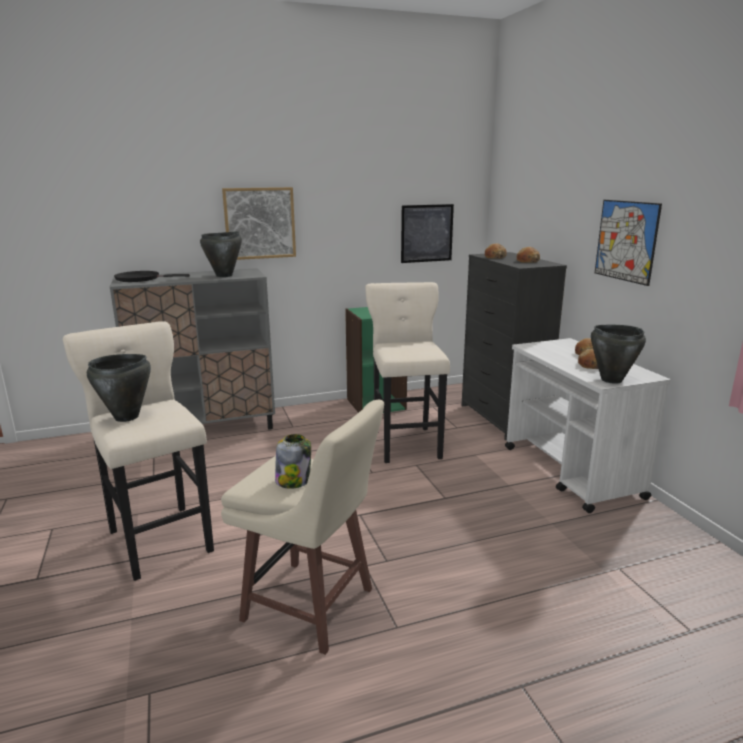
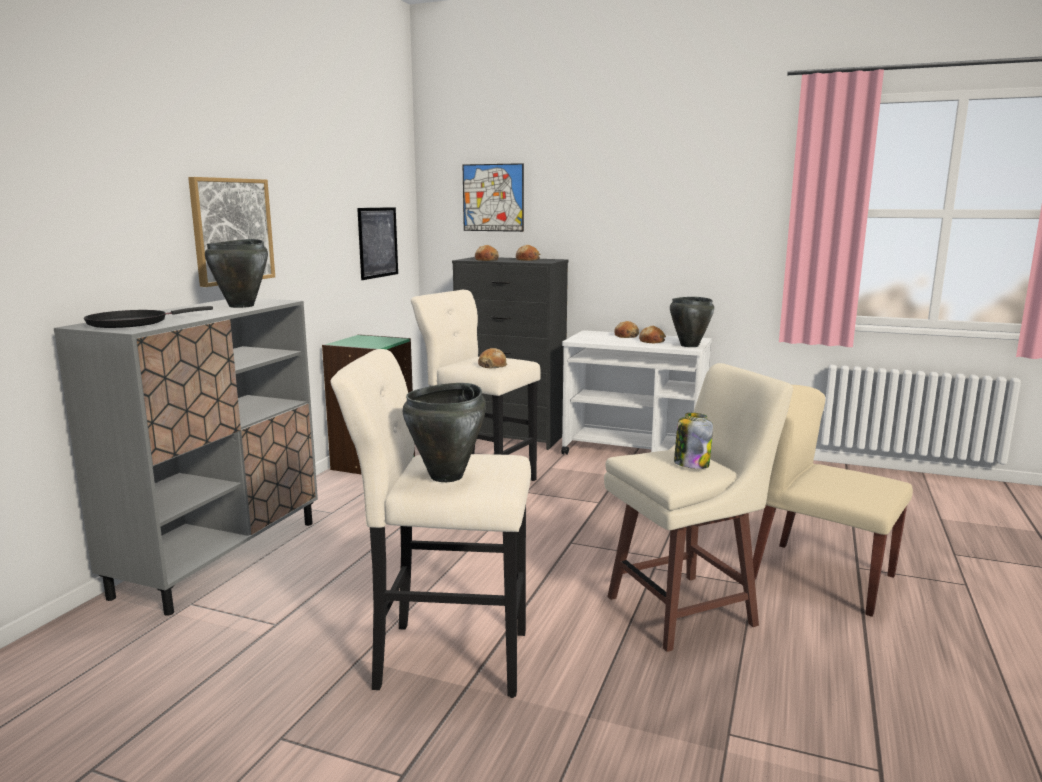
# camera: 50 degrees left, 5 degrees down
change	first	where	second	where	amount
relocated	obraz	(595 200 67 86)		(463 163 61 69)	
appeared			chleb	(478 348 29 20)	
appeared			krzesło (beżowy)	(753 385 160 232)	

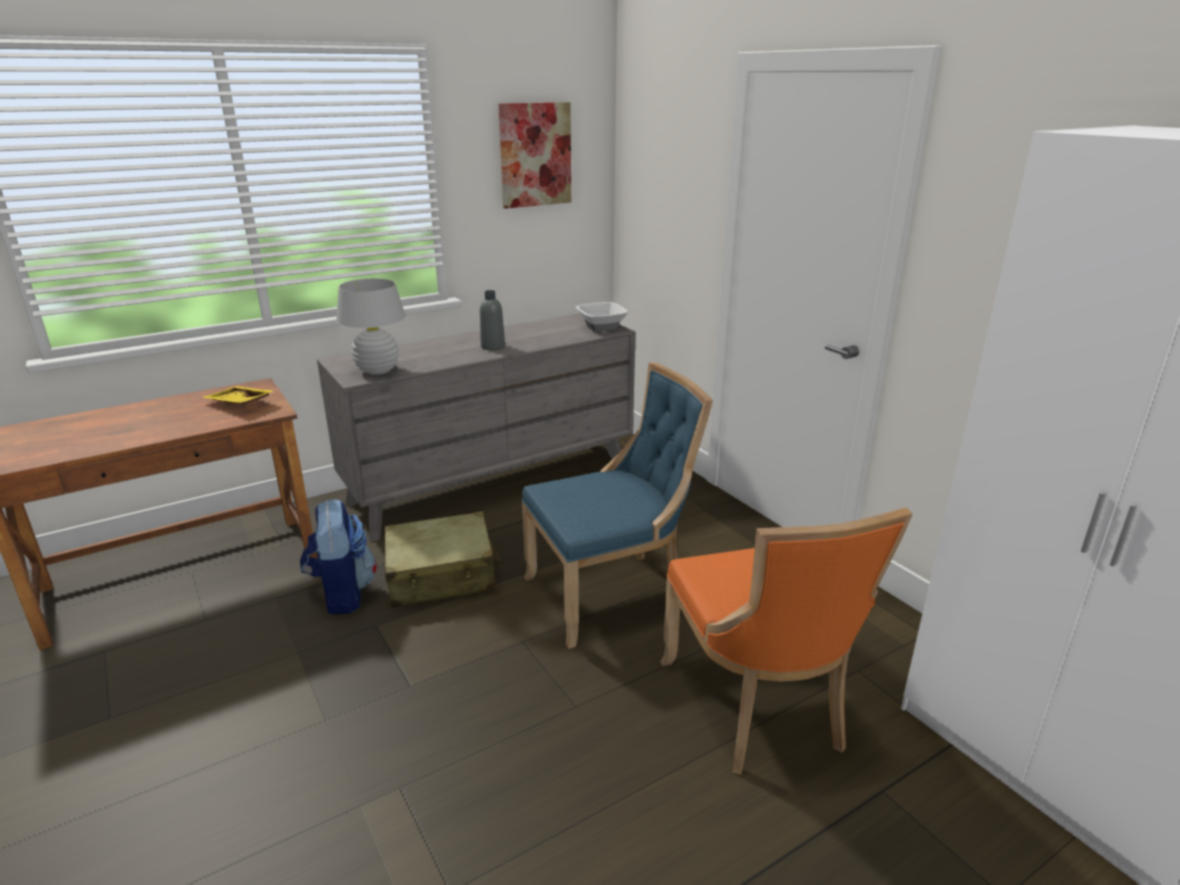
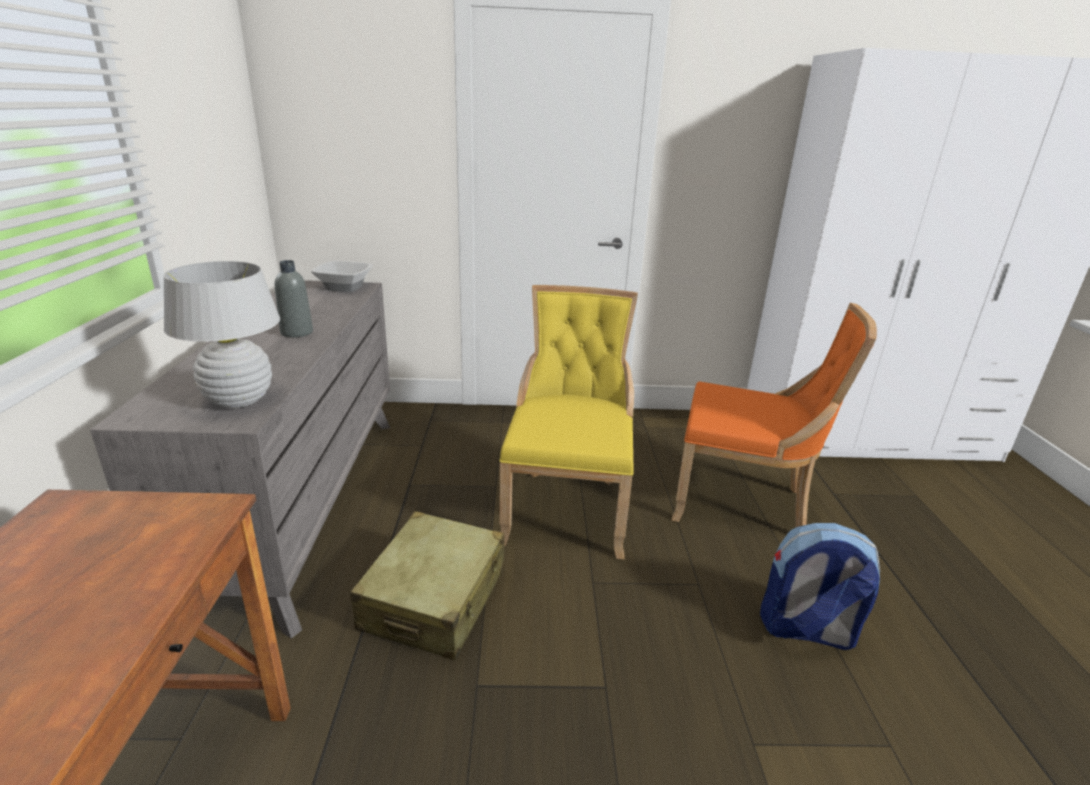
# camera: 60 degrees left, 0 degrees up
change	first	where	second	where	amount
colour	krzesło (niebieski)	(522 363 191 286)	krzesło (żółty)	(499 285 139 274)	
relocated	plecak	(300 500 77 115)		(760 523 120 127)	
missing	taca (żółty)	(203 386 71 18)			
missing	obraz	(498 102 73 107)			

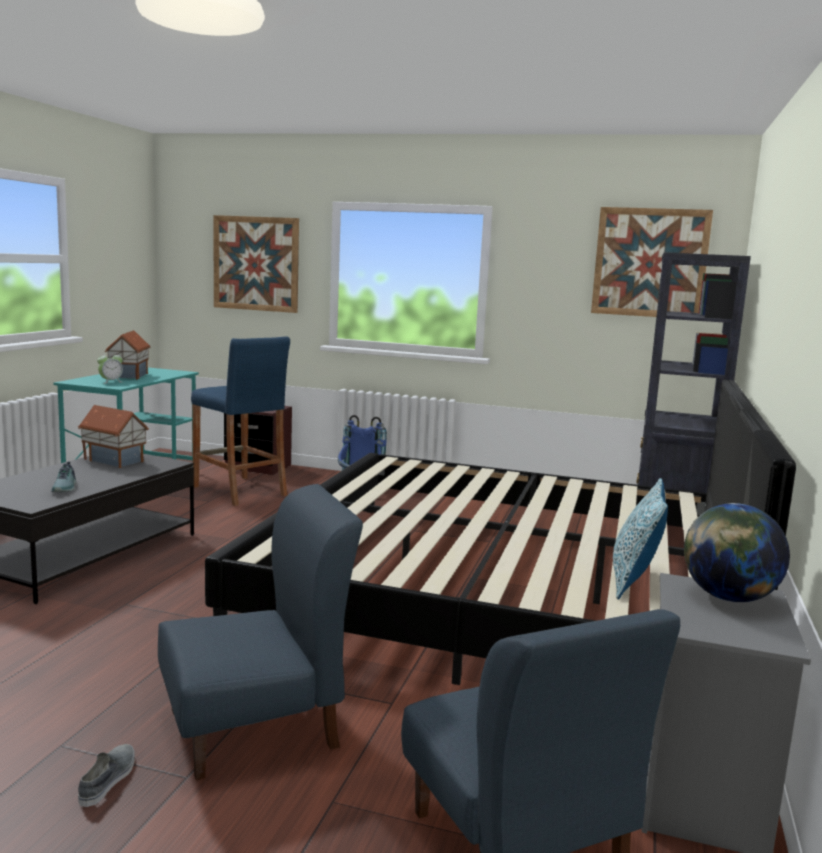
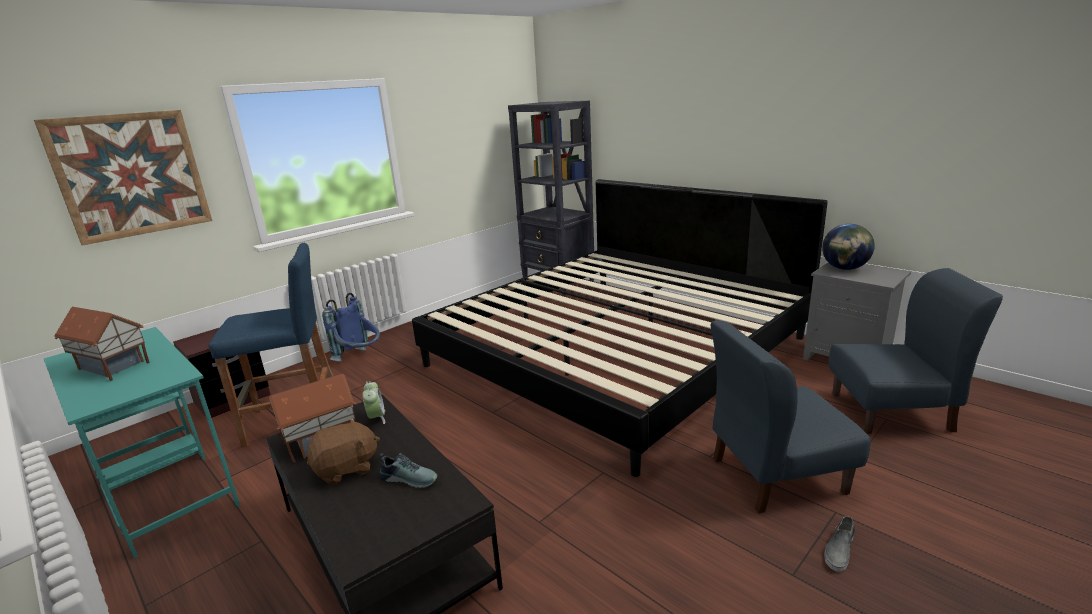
# camera: 60 degrees left, 10 degrees up
change	first	where	second	where	amount
appeared			pluszak (brązowy)	(307 417 73 68)	
relocated	budzik	(97 351 26 33)		(363 381 22 43)	
spun	krzesło (niebieski)	(158 484 205 296)		(711 321 160 193)	105 degrees counterclockwise
spun	but (szary)	(78 744 57 63)		(825 516 30 55)	90 degrees counterclockwise
missing	obraz	(591 207 122 110)			
missing	poduszka	(613 478 55 122)			

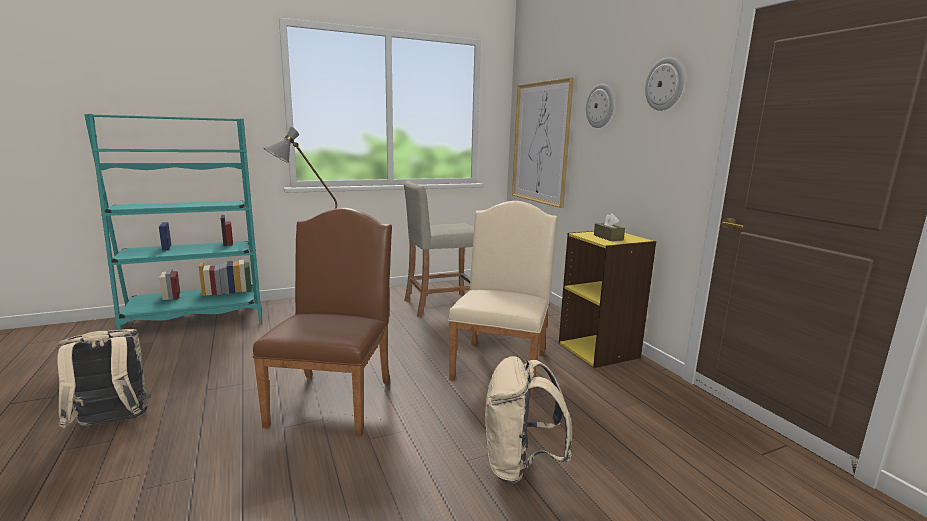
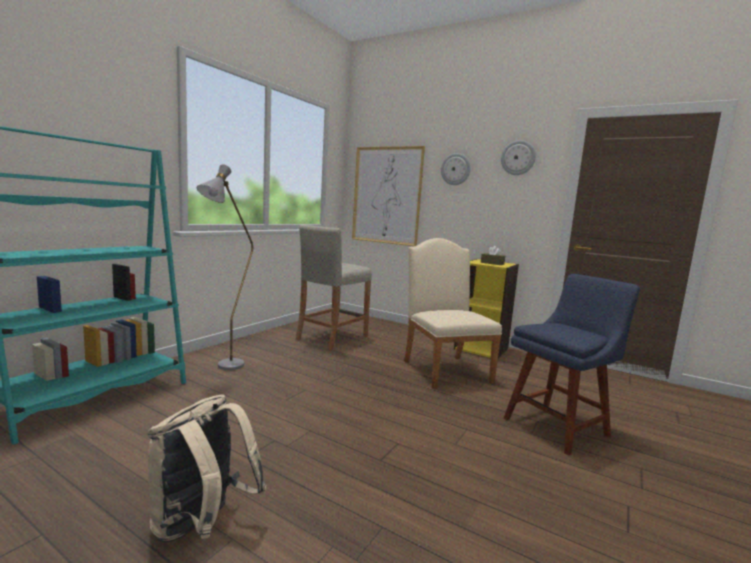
# camera: 35 degrees left, 5 degrees down
change	first	where	second	where	amount
exchanged	plecak (beżowy)	(485 356 87 128)	krzesło (niebieski)	(504 274 136 182)	
missing	krzesło (brązowy)	(253 208 139 229)			

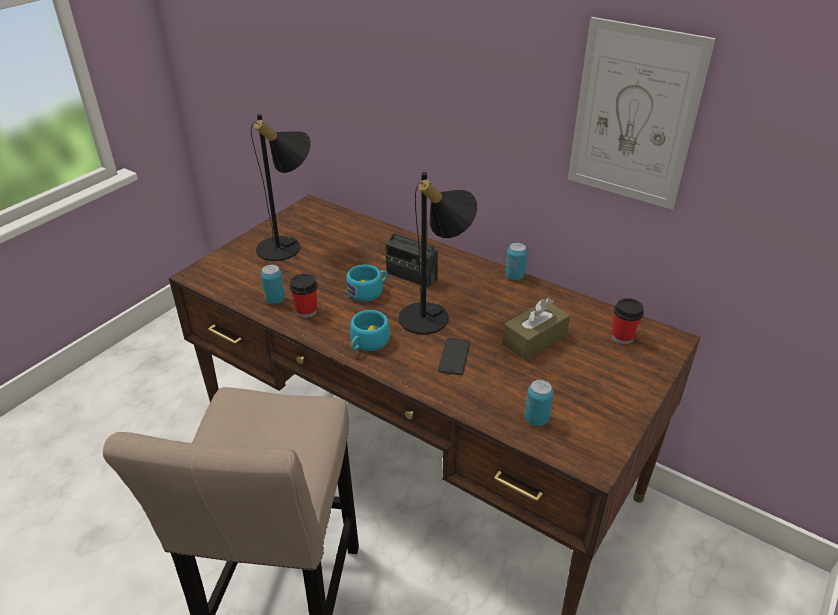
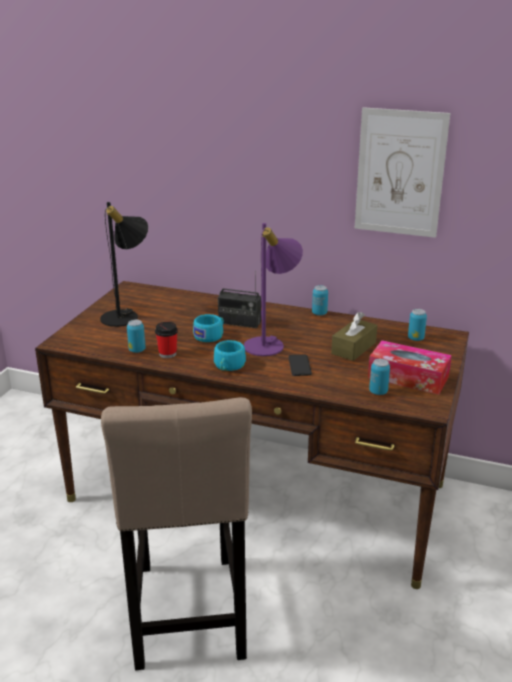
# camera: 15 degrees left, 10 degrees down
change	first	where	second	where	amount
colour	lampa stołowa (czarny)	(398 172 79 162)	lampa stołowa (fioletowy)	(244 223 59 133)	
appeared			pudełko chusteczek	(368 340 84 55)	
exchanged	filiżanka	(612 298 32 46)	puszka	(408 309 19 32)	

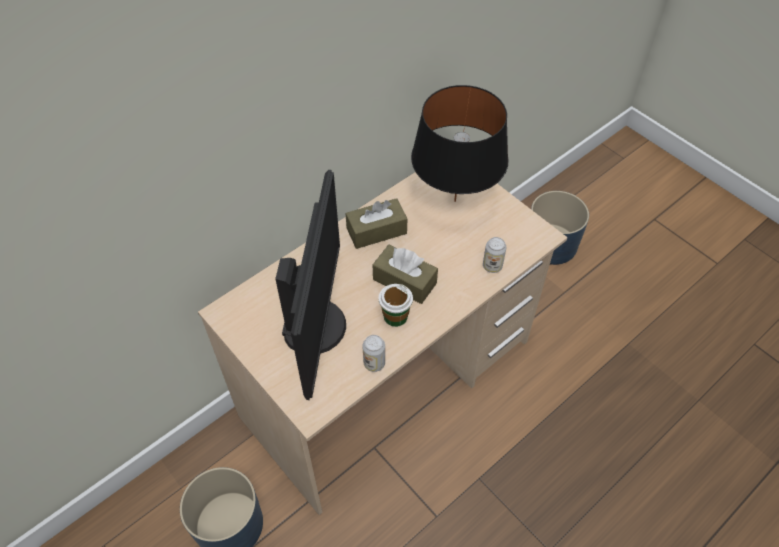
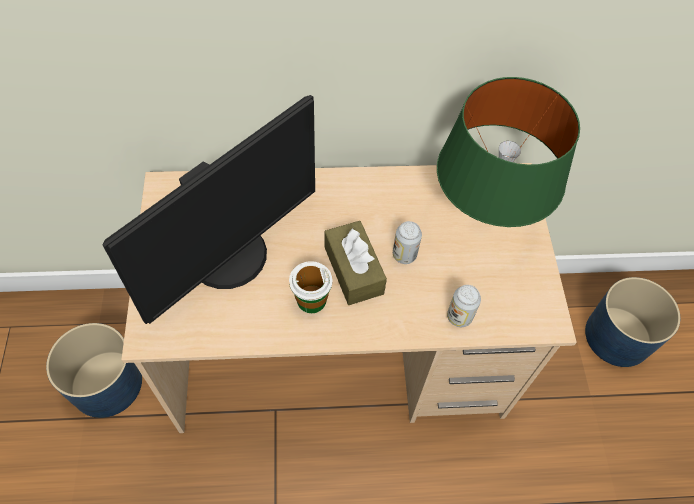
# camera: 35 degrees right, 5 degrees up
change	first	where	second	where	amount
relocated	puszka	(362 335 23 37)		(393 221 29 43)	
colour	lampa stołowa (czarny)	(411 85 98 117)	lampa stołowa (zielony)	(437 77 143 150)	
missing	pudełko chusteczek (brązowy)	(346 198 62 51)			

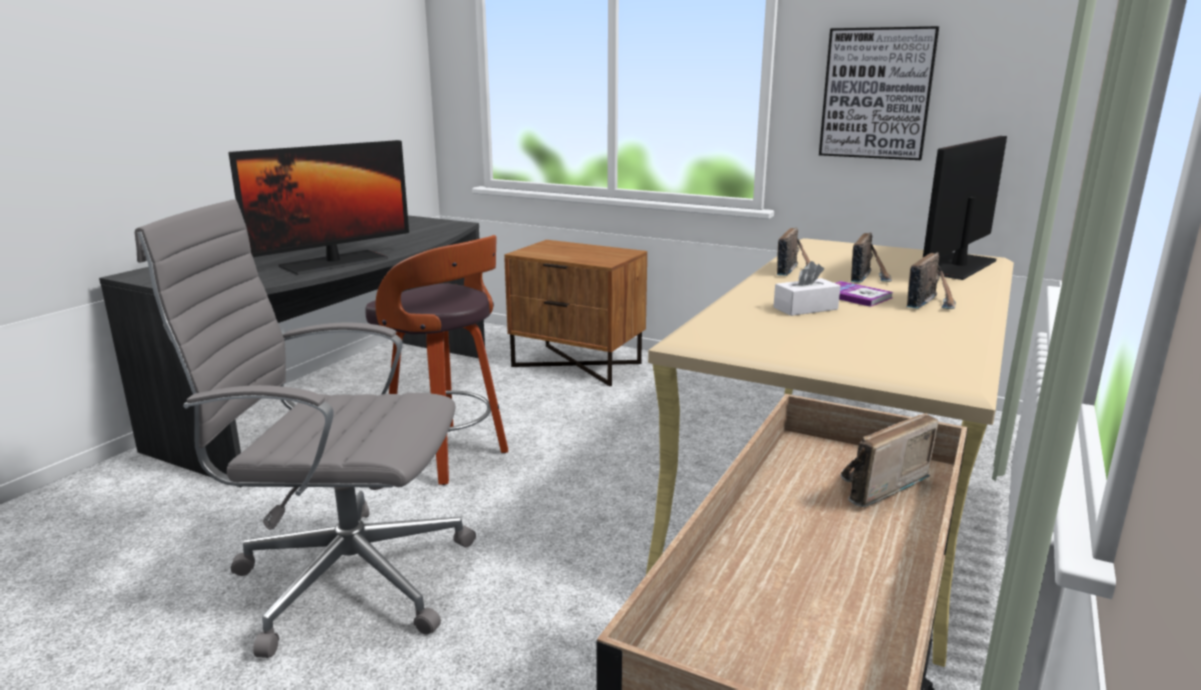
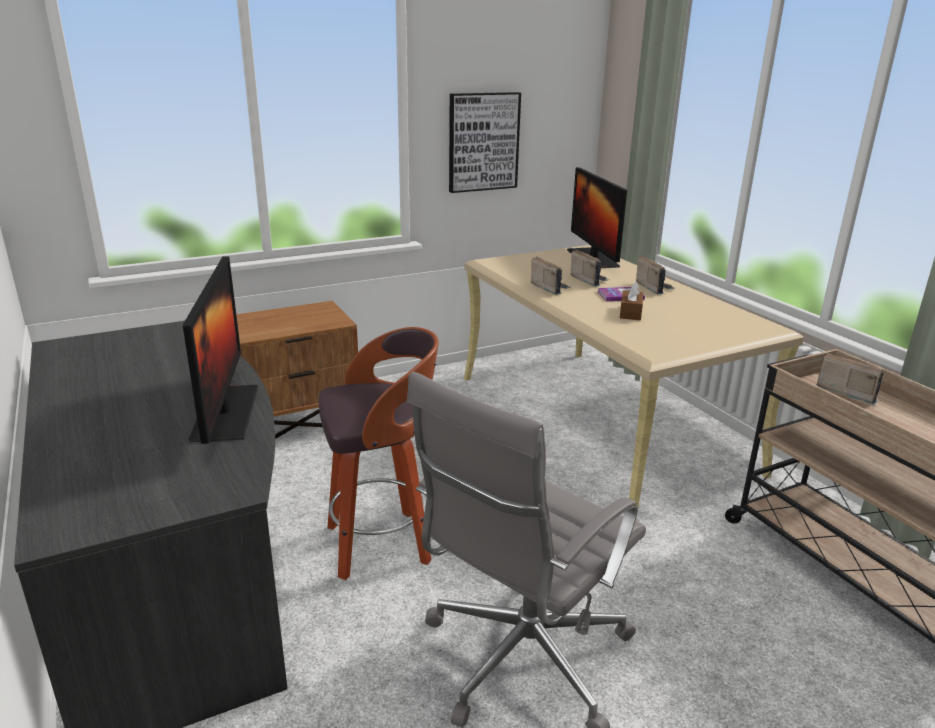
# camera: 55 degrees left, 5 degrees up
change	first	where	second	where	amount
colour	pudełko chusteczek (biały)	(773 261 68 55)	pudełko chusteczek (brązowy)	(620 282 23 38)	
spun	radio	(840 413 98 94)		(817 353 67 51)	135 degrees clockwise

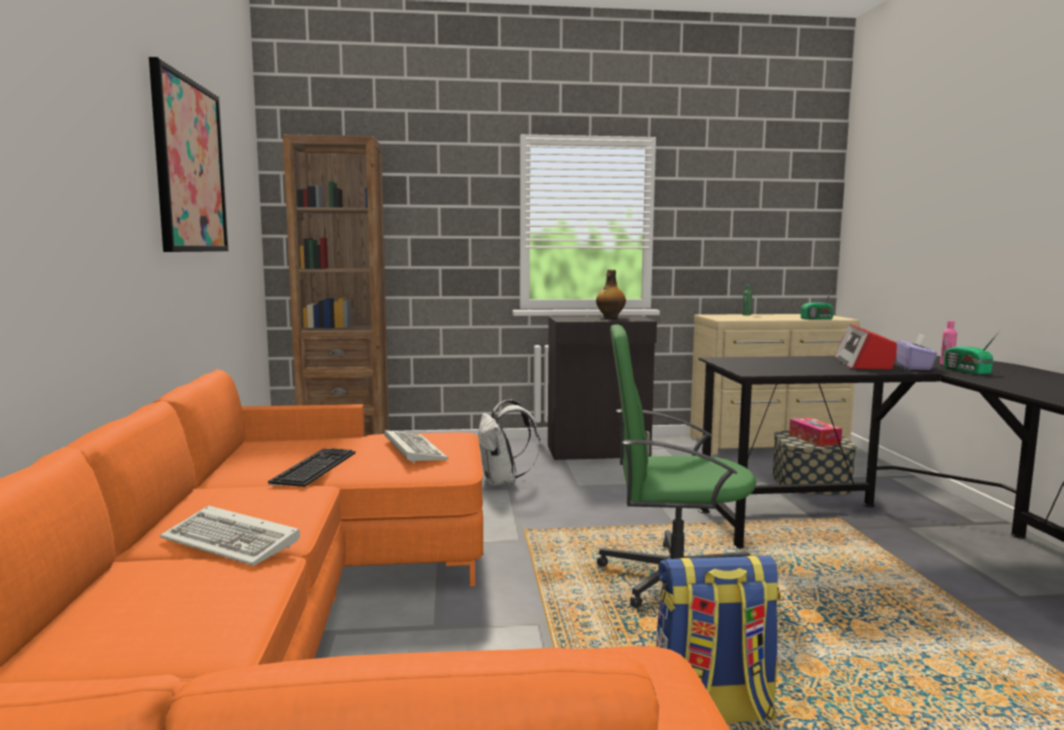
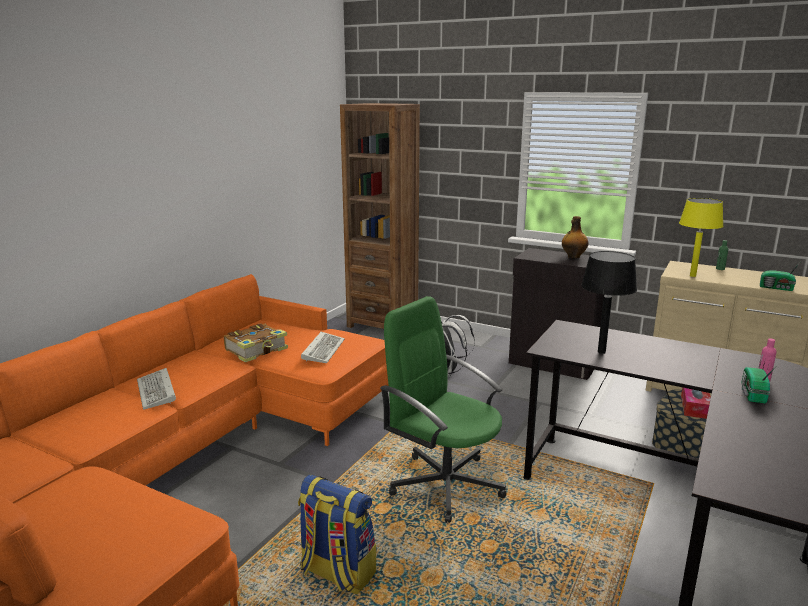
# camera: 35 degrees right, 10 degrees up
change	first	where	second	where	amount
exchanged	klawiatura	(268 448 88 39)	książka	(224 323 64 39)	
appeared			lampa stołowa (czarny)	(581 251 56 103)	
appeared			lampa stołowa (żółty)	(679 198 44 79)	
missing	obraz	(149 57 79 195)			
missing	radio	(835 324 62 45)			
missing	pudełko chusteczek (fioletowy)	(896 334 41 36)			

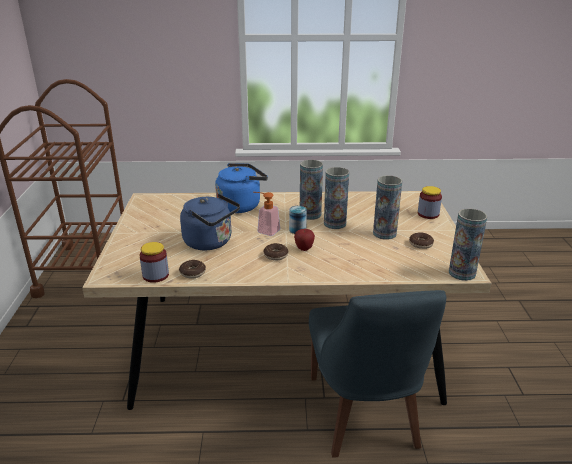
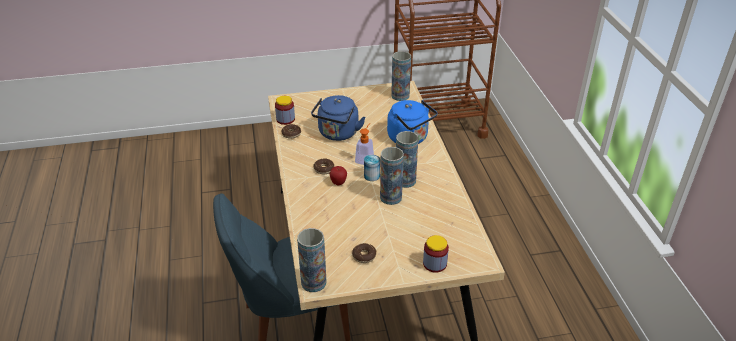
# camera: 80 degrees right, 10 degrees up
change	first	where	second	where	amount
relocated	wazon	(373 175 29 65)		(391 51 20 50)	

